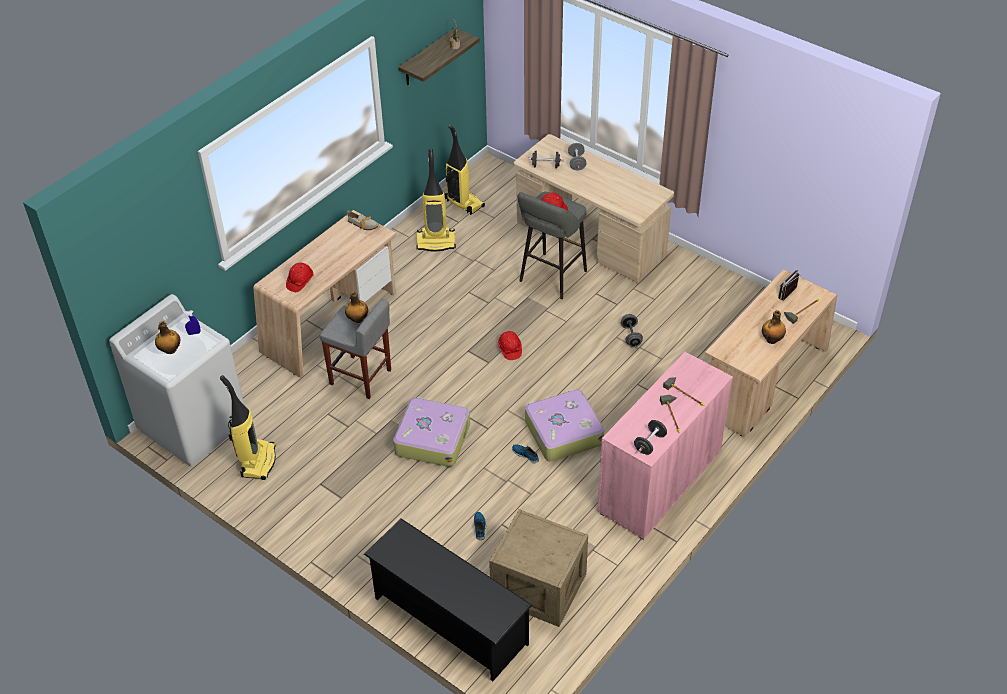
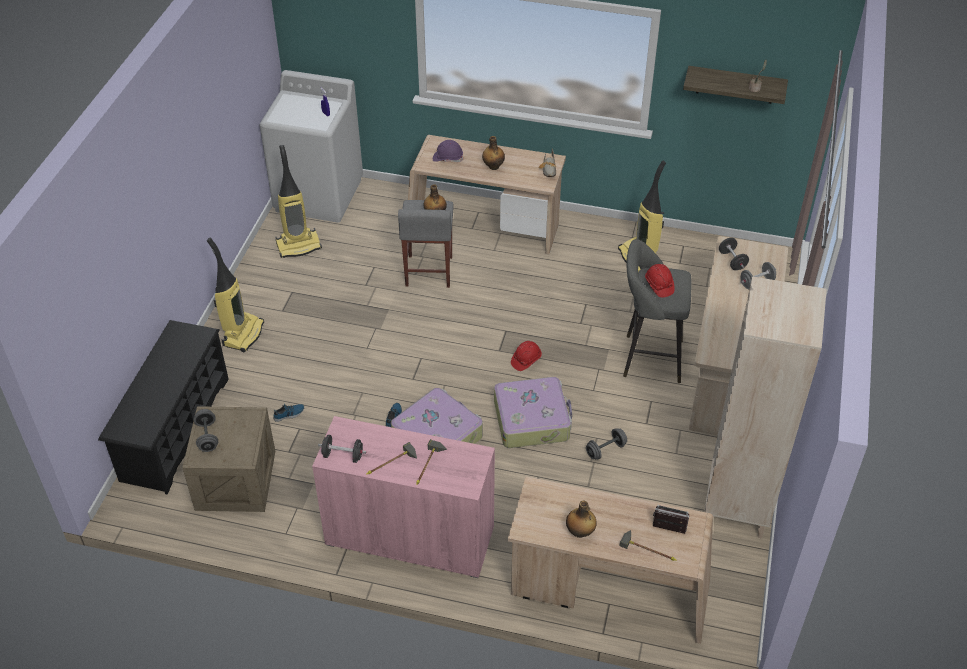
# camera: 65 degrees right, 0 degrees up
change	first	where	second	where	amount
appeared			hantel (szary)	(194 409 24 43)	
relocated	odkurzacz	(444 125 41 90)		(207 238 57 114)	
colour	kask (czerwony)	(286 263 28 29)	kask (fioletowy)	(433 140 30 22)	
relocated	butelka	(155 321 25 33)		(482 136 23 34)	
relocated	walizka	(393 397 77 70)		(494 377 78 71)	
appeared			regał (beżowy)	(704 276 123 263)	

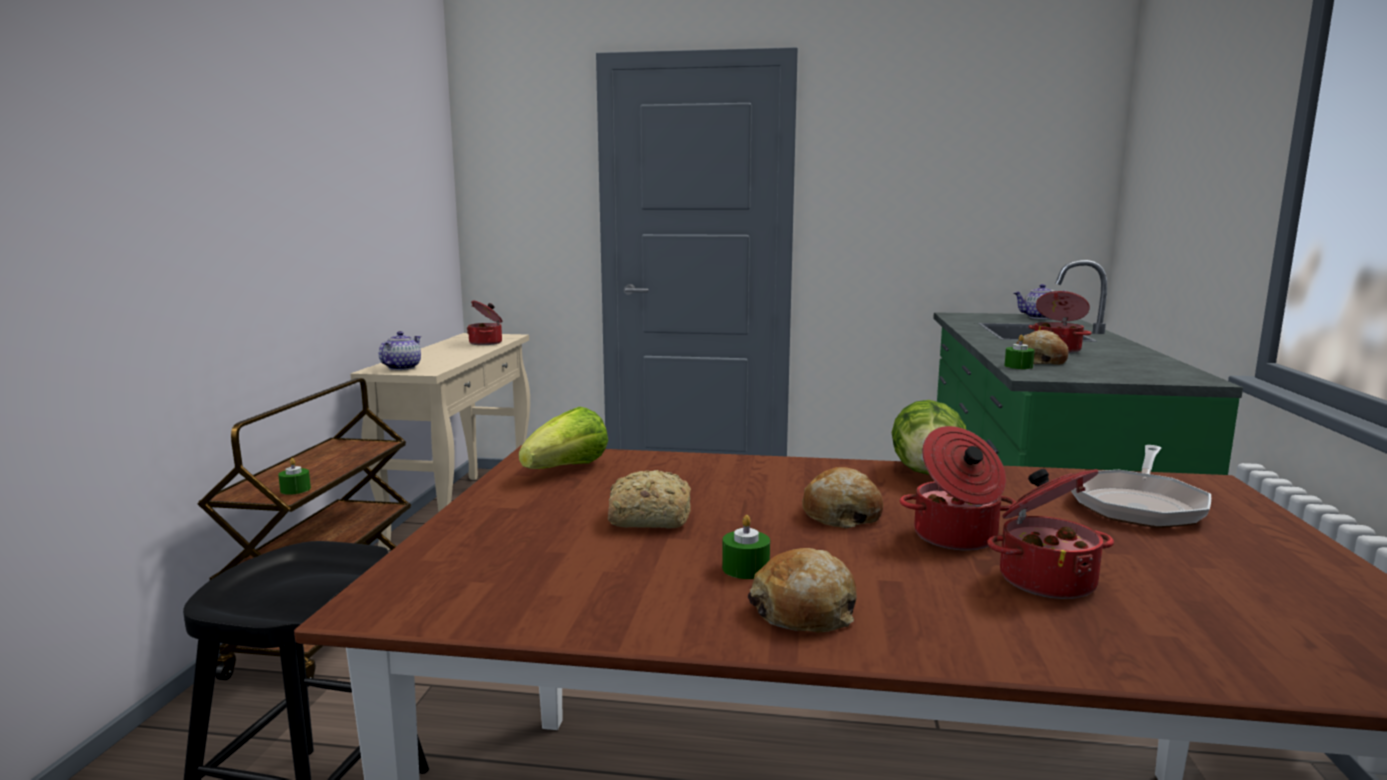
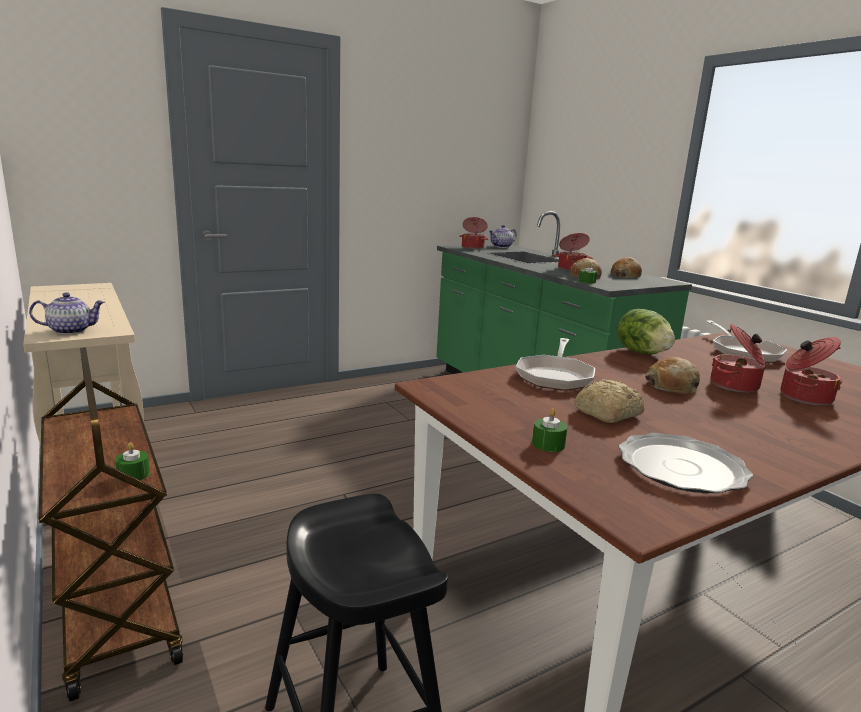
# camera: 40 degrees left, 5 degrees up
change	first	where	second	where	amount
spun	imbryk	(379 331 42 39)		(29 292 76 43)	90 degrees clockwise
relocated	garnek	(467 300 35 45)		(459 217 30 32)	
appeared			patelnia	(516 338 79 53)	
relocated	świeca (zielony)	(722 515 48 64)		(532 408 35 44)	
relocated	chleb	(748 548 109 85)		(611 257 31 21)	
appeared			talerz	(619 433 134 60)	
missing	sałata	(519 406 89 63)			

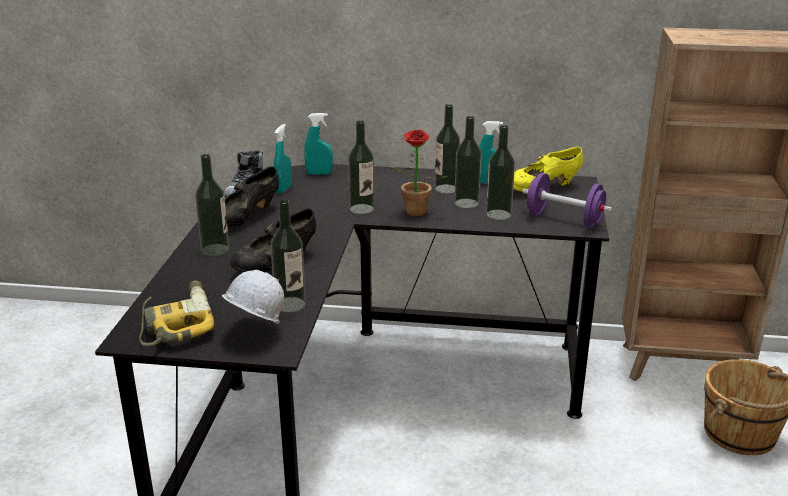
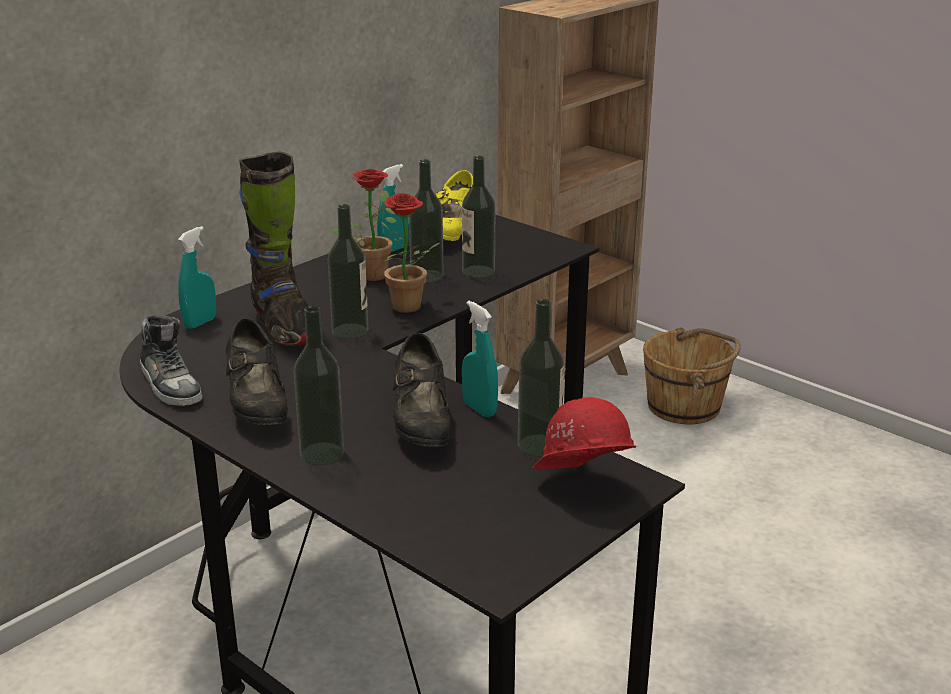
# camera: 55 degrees left, 0 degrees up
change	first	where	second	where	amount
appeared			but z cholewką (czarny)	(239 151 69 195)	
exchanged	butelka	(435 104 25 90)	roślina doniczkowa	(331 169 66 112)	
relocated	spryskiwacz (turkusowy)	(274 124 18 69)		(462 301 36 117)	
colour	kask (biały)	(222 270 62 54)	kask (czerwony)	(492 397 144 77)	
missing	wiertarka	(139 280 75 66)			
missing	hantel (fioletowy)	(523 173 89 55)			

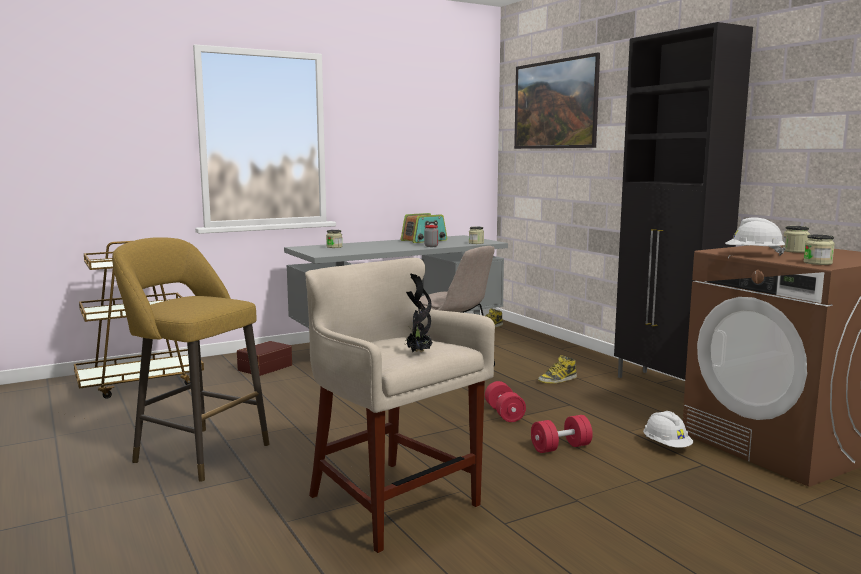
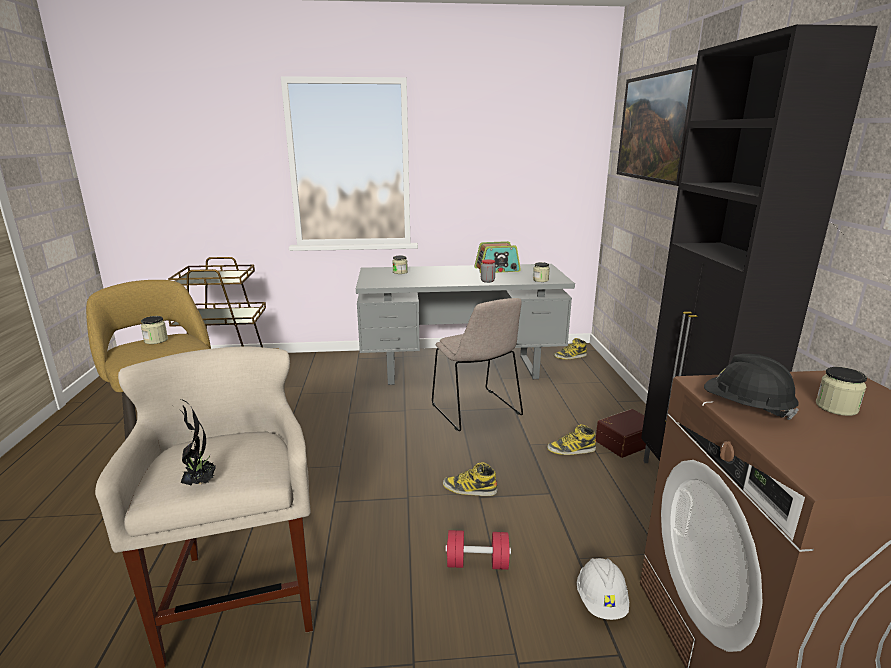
# camera: 25 degrees right, 10 degrees up
change	first	where	second	where	amount
relocated	słoik	(804 235 31 30)		(141 316 27 28)	
exchanged	hantel (czerwony)	(485 381 41 41)	but z cholewką	(443 462 55 34)	
relocated	pojemnik do przechowywania (brązowy)	(237 341 55 35)		(596 409 50 49)	
colour	kask (biały)	(725 217 61 39)	kask (czarny)	(704 354 95 66)	

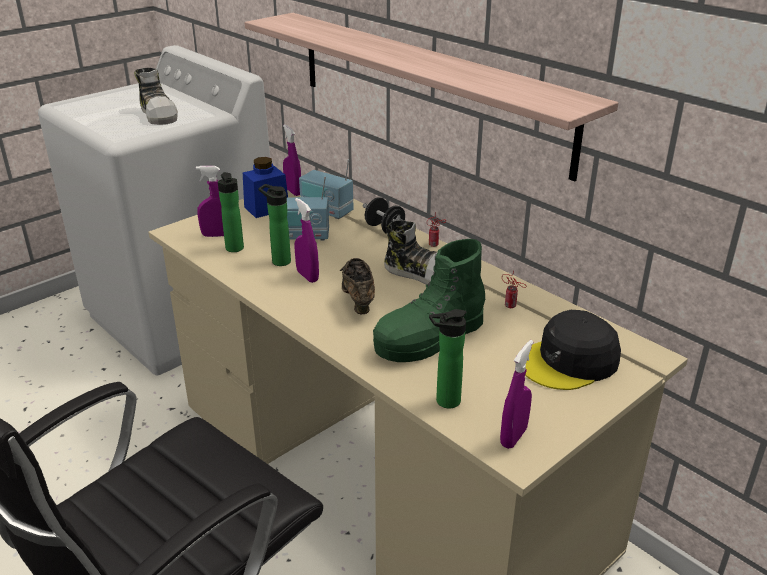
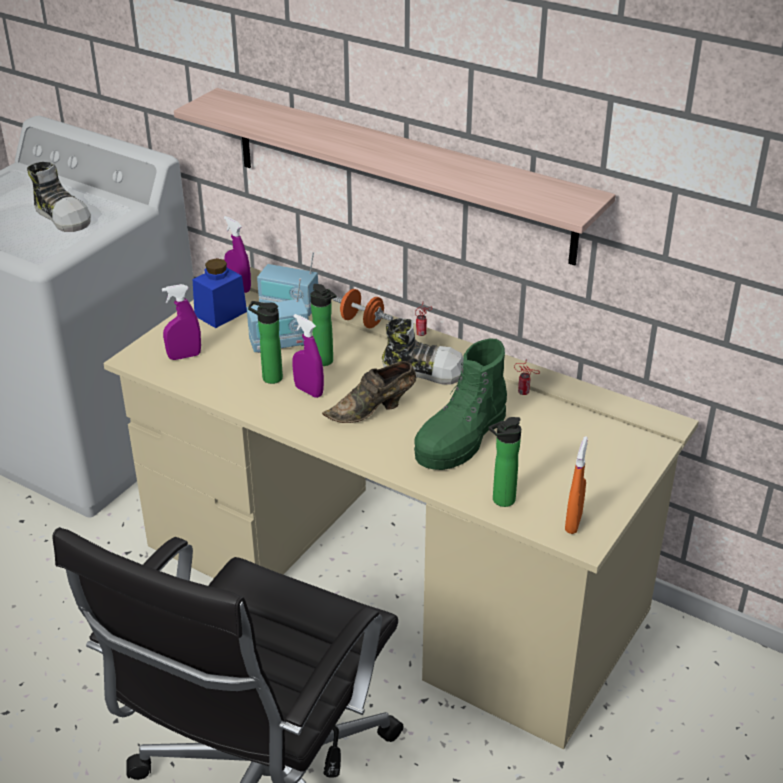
# camera: 15 degrees left, 5 degrees up
change	first	where	second	where	amount
relocated	butelka	(218 172 26 80)		(310 284 26 82)	
spun	but (brązowy)	(340 258 35 56)		(322 361 94 62)	90 degrees counterclockwise
colour	hantel (czarny)	(363 197 42 37)	hantel (pomarańczowy)	(332 289 61 39)	
colour	spryskiwacz (fioletowy)	(500 340 34 109)	spryskiwacz (pomarańczowy)	(565 436 23 98)	
missing	czapka z daszkiem (czarny)	(525 310 96 80)			

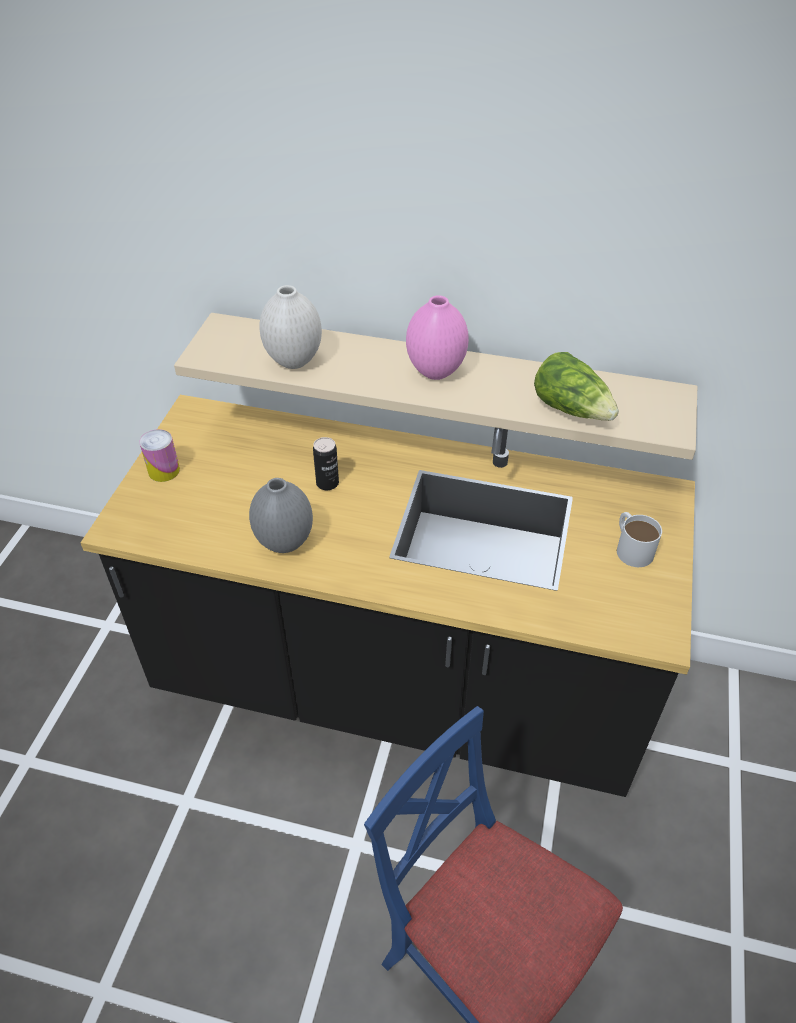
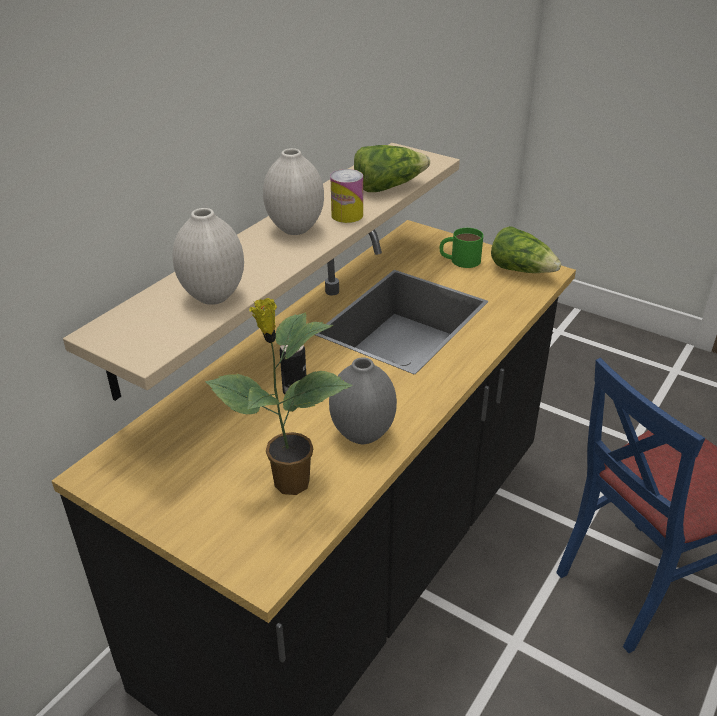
# camera: 70 degrees left, 10 degrees down
change	first	where	second	where	amount
appeared			roślina doniczkowa	(205 298 147 197)	
colour	wazon (różowy)	(406 295 63 85)	wazon (biały)	(263 148 61 87)	
relocated	puszka	(139 429 41 53)		(330 169 33 54)	
colour	kubek (biały)	(617 512 45 55)	kubek (zielony)	(440 228 44 40)	
appeared			sałata	(491 226 70 47)	

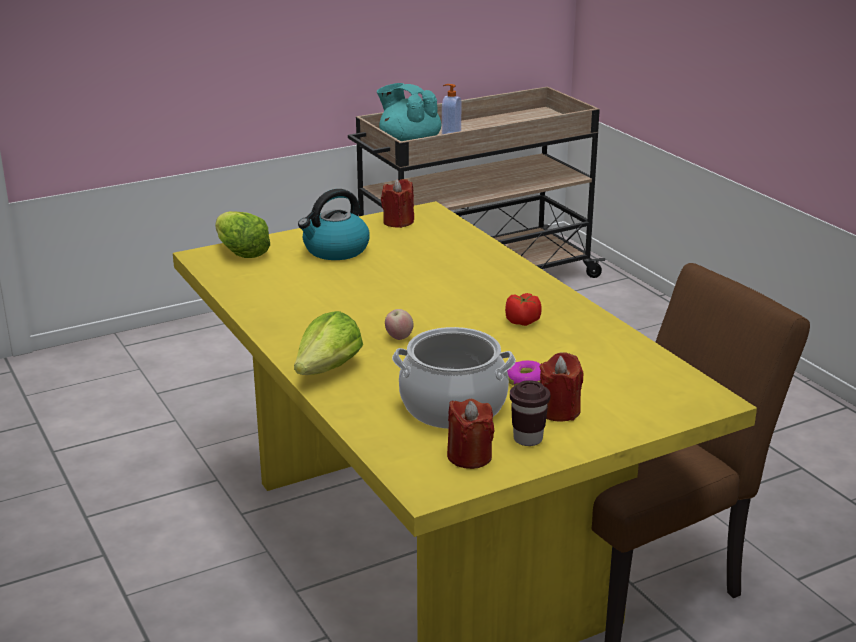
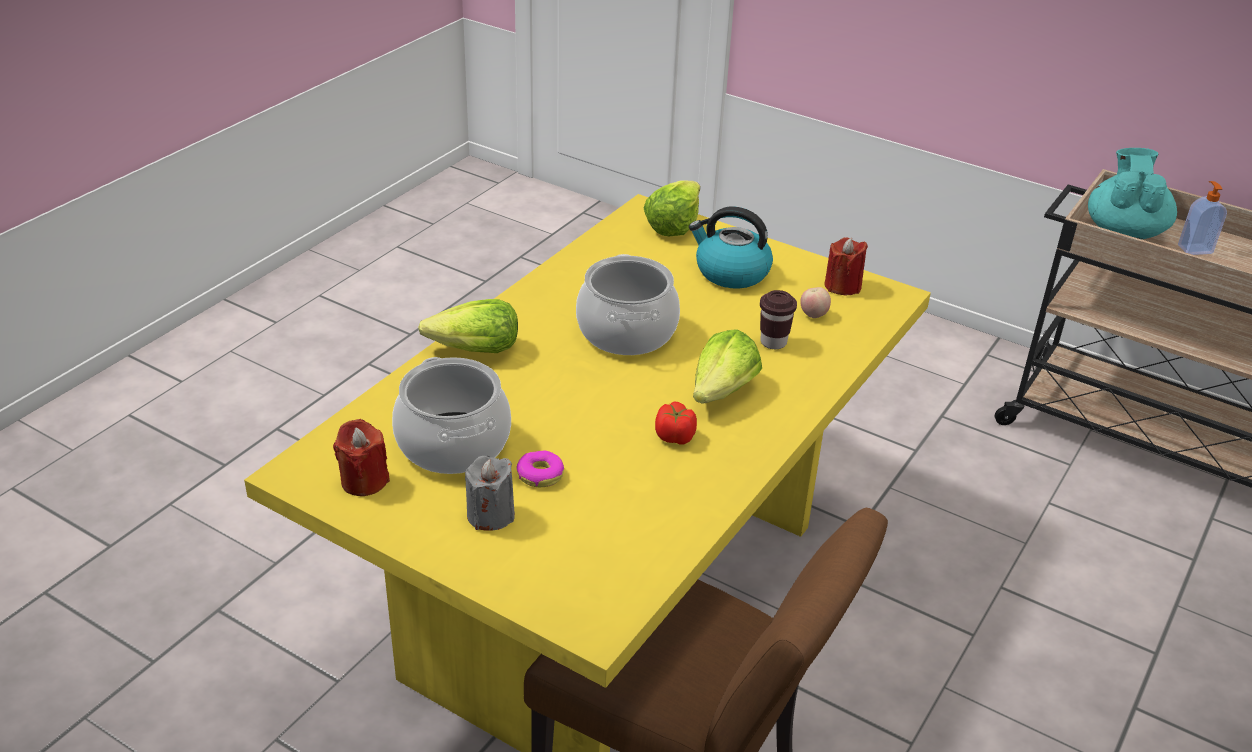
# camera: 60 degrees right, 10 degrees up
change	first	where	second	where	amount
colour	świeca (czerwony)	(540 352 44 69)	świeca (szary)	(465 456 50 75)	
appeared			garnek	(576 254 104 101)	
appeared			sałata	(693 329 69 75)	
relocated	filiżanka (brązowy)	(510 380 40 66)		(760 290 37 59)	
relocated	jabłko	(385 309 28 31)		(801 287 30 31)	

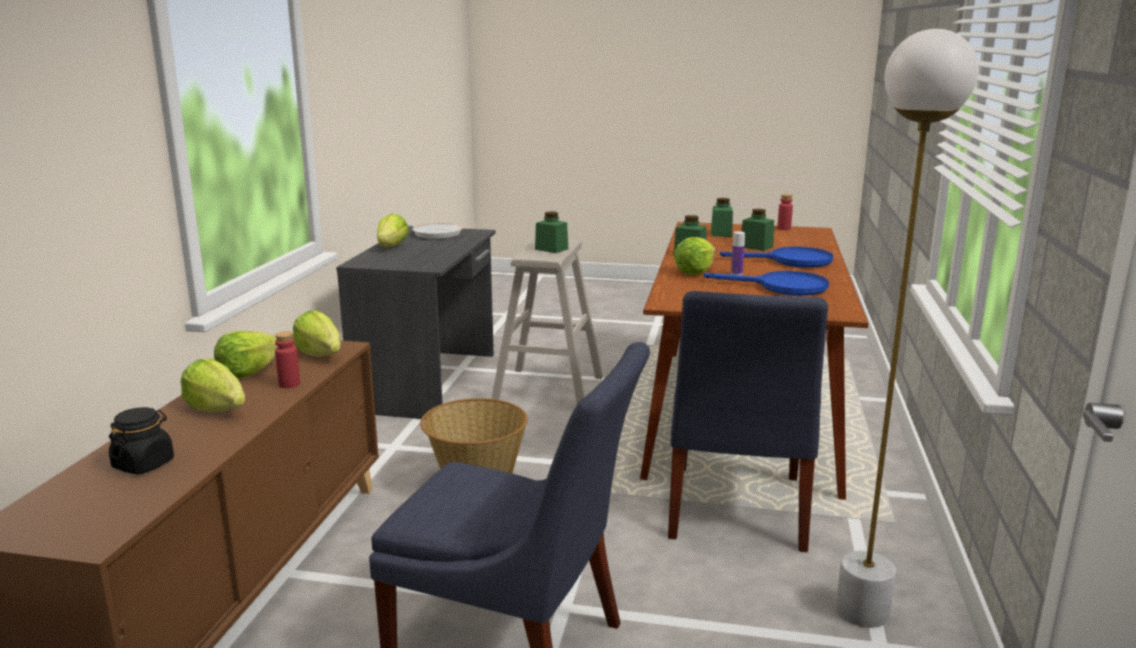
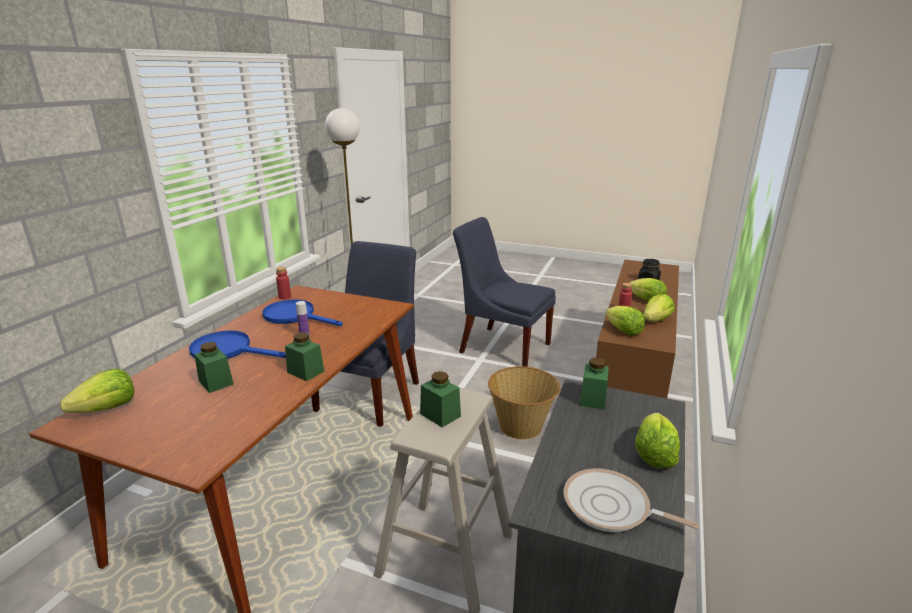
# camera: 170 degrees left, 5 degrees up
change	first	where	second	where	amount
relocated	sałata	(674 237 41 38)		(60 369 74 44)	
relocated	butelka (czerwony)	(777 194 16 36)		(276 267 15 32)	
relocated	słoik (zielony)	(711 198 22 39)		(579 358 30 52)	

